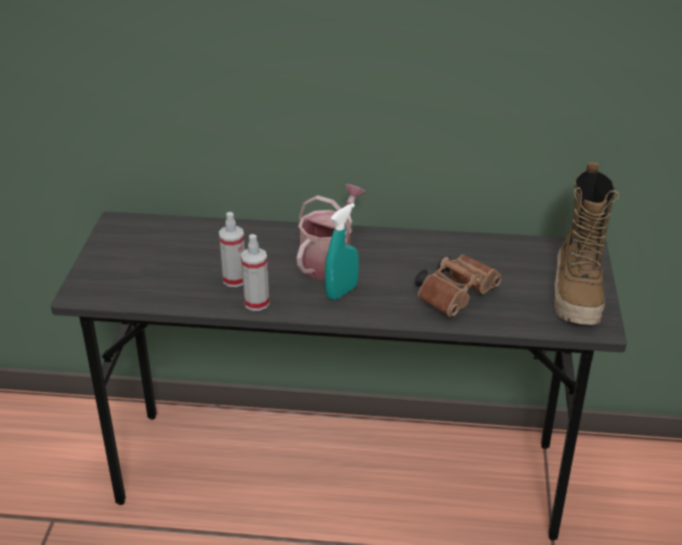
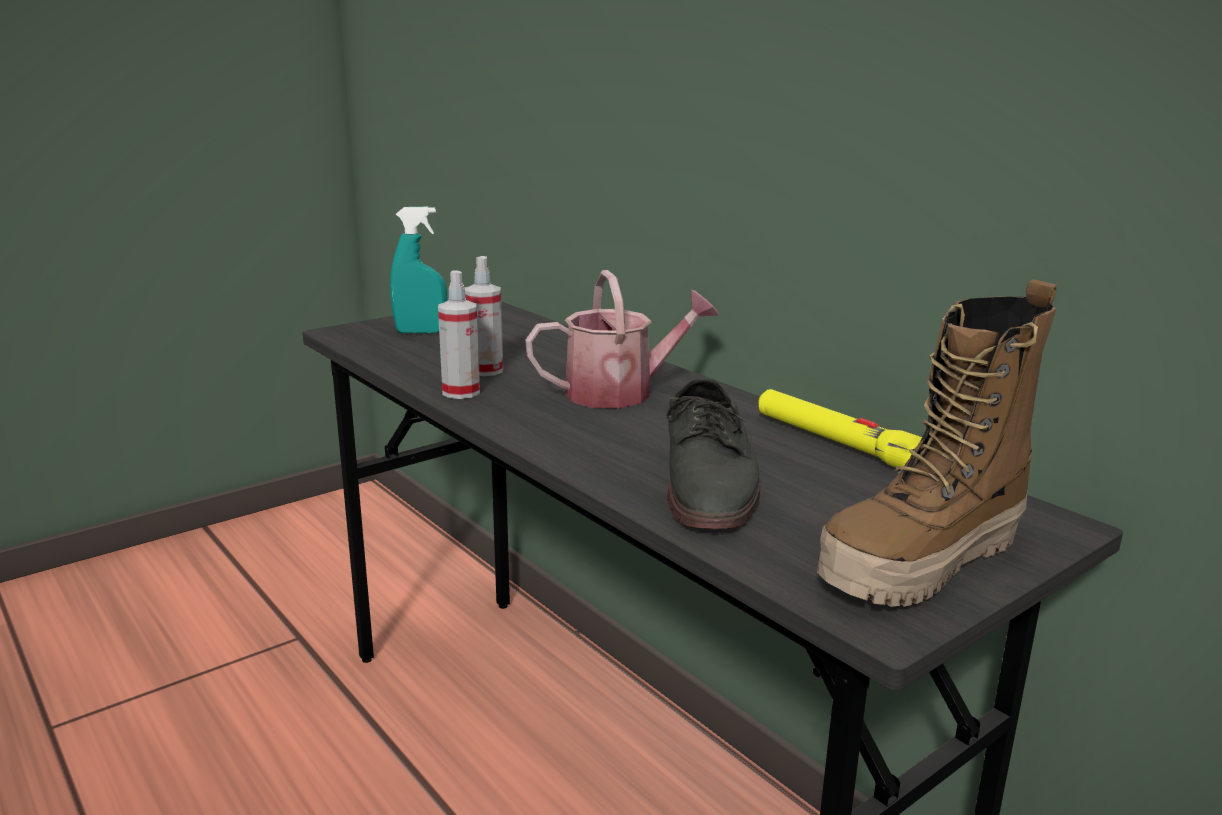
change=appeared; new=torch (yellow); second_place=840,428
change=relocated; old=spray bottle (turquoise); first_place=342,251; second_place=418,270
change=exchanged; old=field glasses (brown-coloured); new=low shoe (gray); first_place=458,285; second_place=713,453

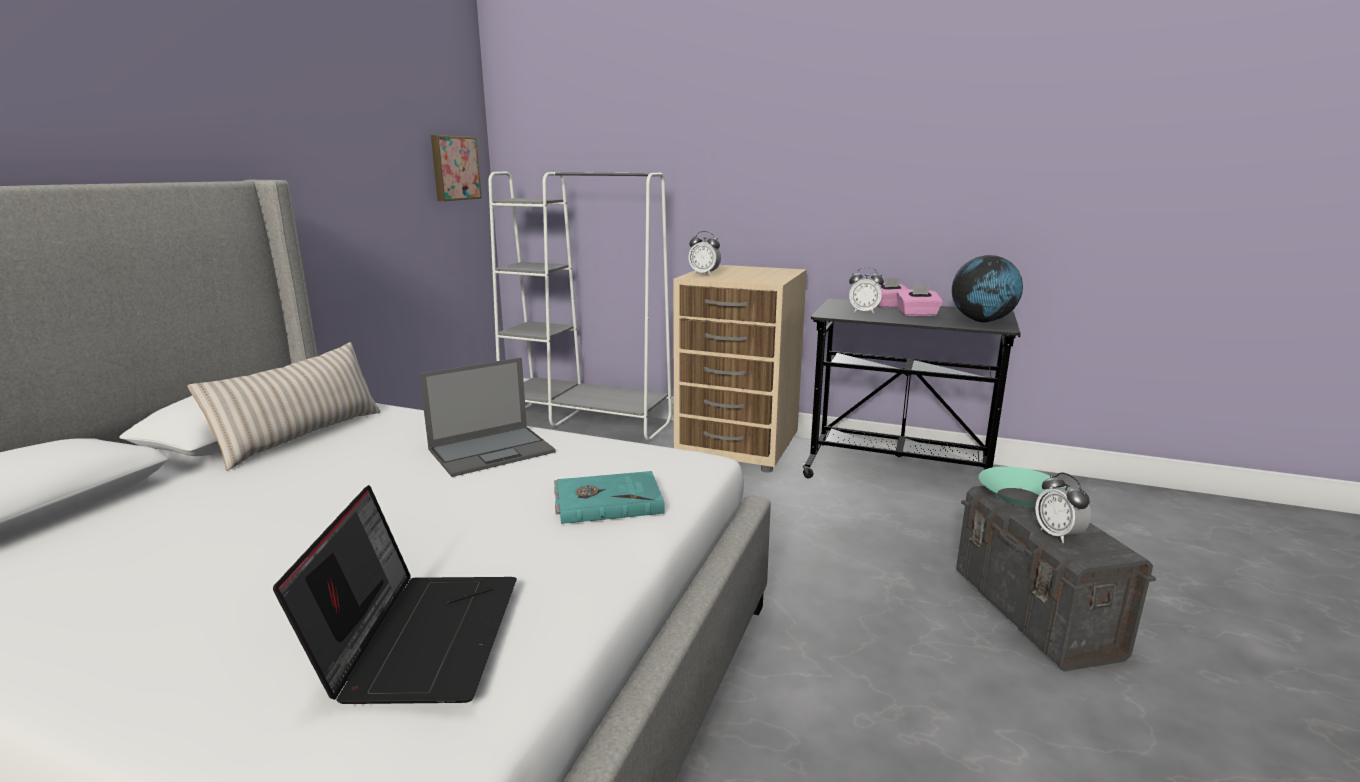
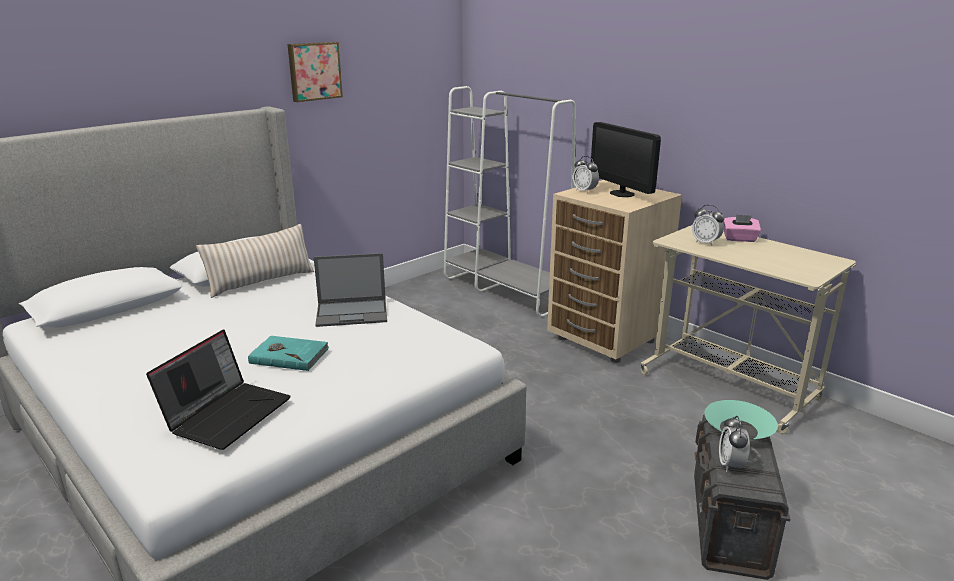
change=missing; old=tissue holder (pink); first_place=920,300
change=missing; old=desk globe; first_place=987,288
change=appeared; new=computer display; second_place=626,159
change=relocated; old=wall art; first_place=456,168; second_place=315,72
change=relocated; old=bound book (turquoise); first_place=609,497; second_place=288,353
change=colour; old=desk unit (blackish); new=desk unit (beige); first_place=912,388; second_place=748,329

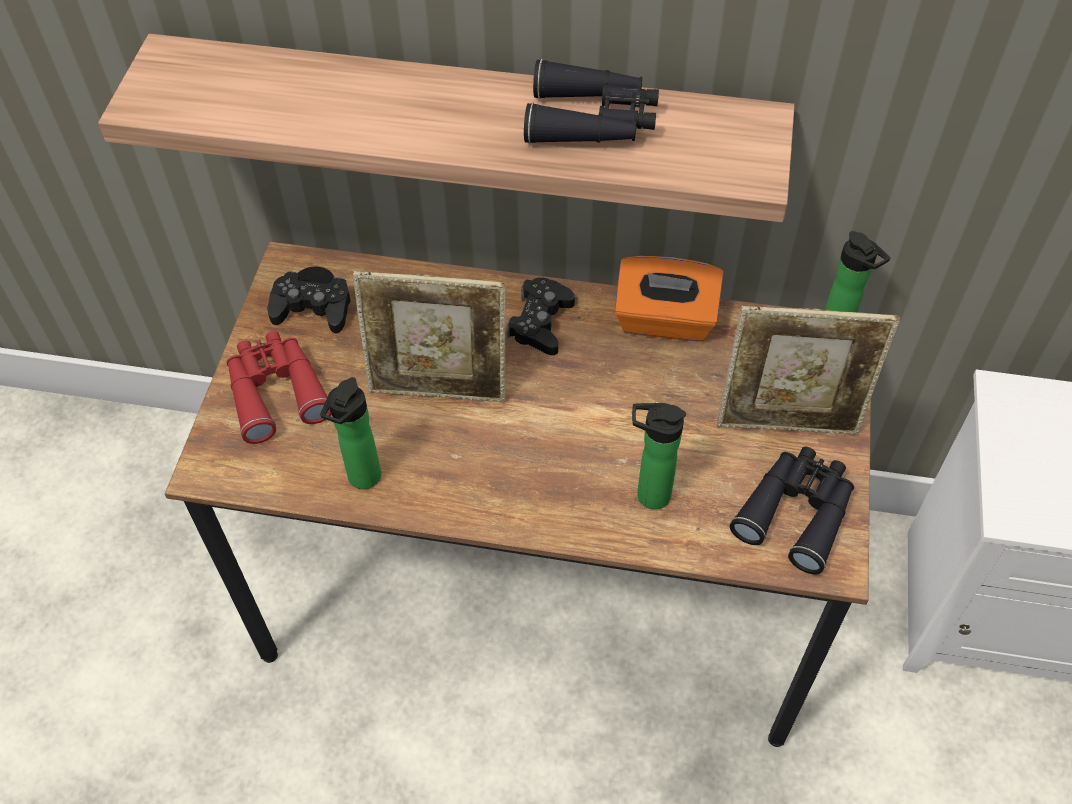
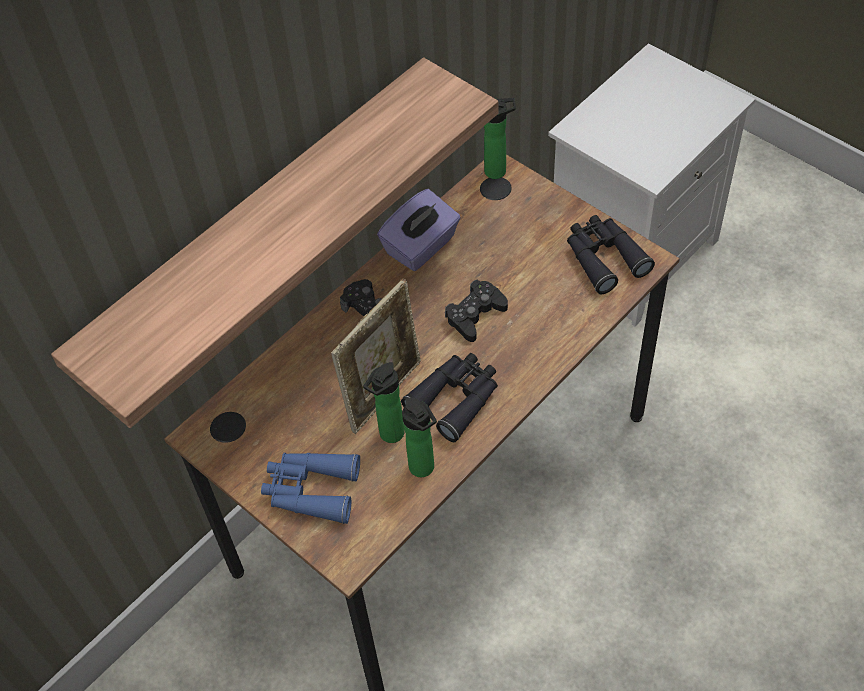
change=missing; old=standing frame; first_place=808,370
change=relocated; old=game controller (blackish); first_place=309,302; second_place=476,311
change=relocated; old=field glasses (blackish); first_place=591,101; second_place=449,397
change=relocated; old=beverage bottle; first_place=659,456; second_place=384,402
change=colour; old=field glasses (red); new=field glasses (blue); first_place=279,387; second_place=310,488
change=colour; old=tissue holder (orangey); new=tissue holder (purple-coloured); first_place=668,298; second_place=419,230

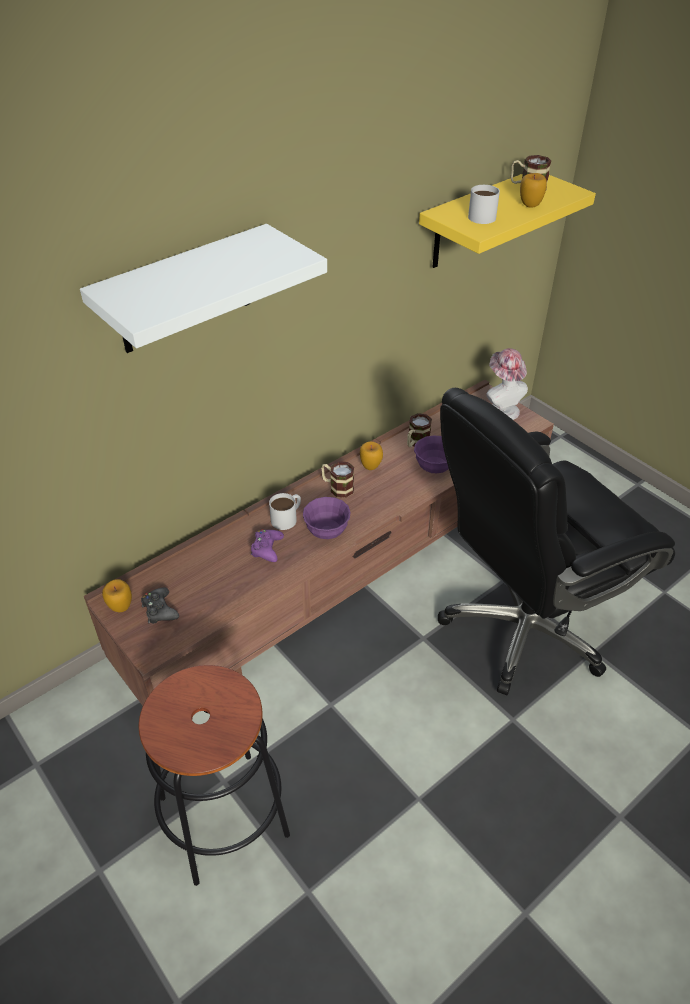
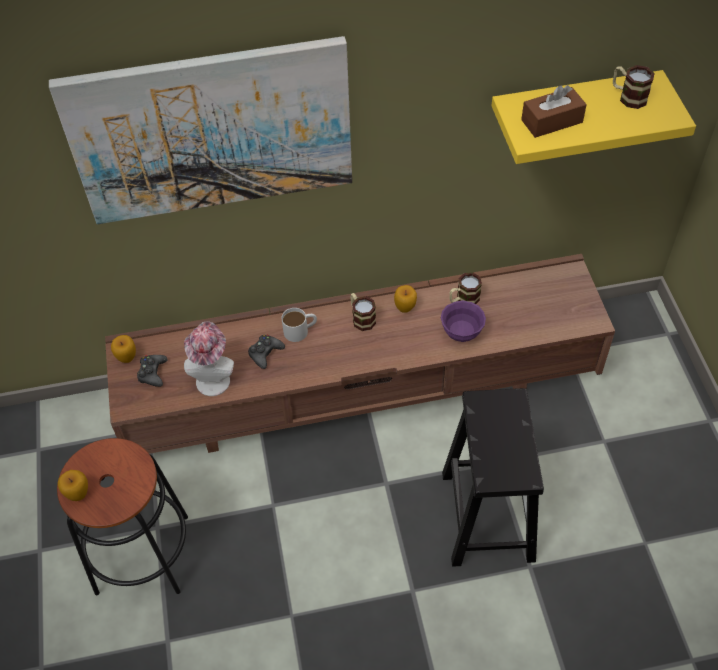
change=missing; old=serving bowl (purple-coloured); first_place=326,518
change=relocated; old=hat; first_place=507,384; second_place=209,358
change=relocated; old=apple; first_place=533,190; second_place=73,485
change=exchanged; old=shelf (white-coloured); new=wall art; first_place=203,288; second_place=200,130
change=exchanged; old=desk chair (blackish); new=stool seat (blackish); first_place=556,541; second_place=493,477
change=exchanged; old=mug (white-coloured); new=tissue holder (brown-coloured); first_place=484,204; second_place=554,111
change=colour; old=game controller (purple-coloured); new=game controller (blackish); first_place=267,545; second_place=266,352

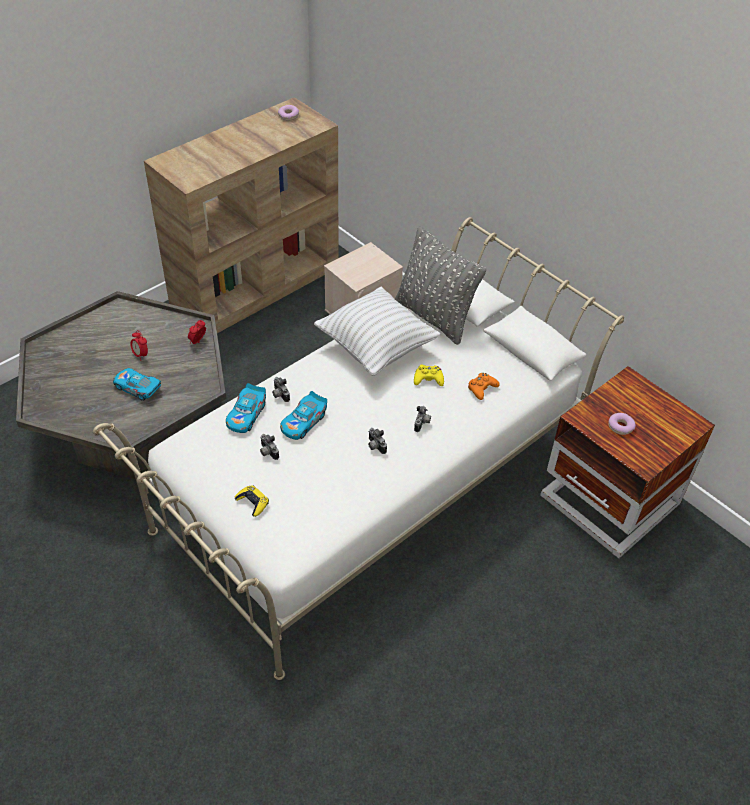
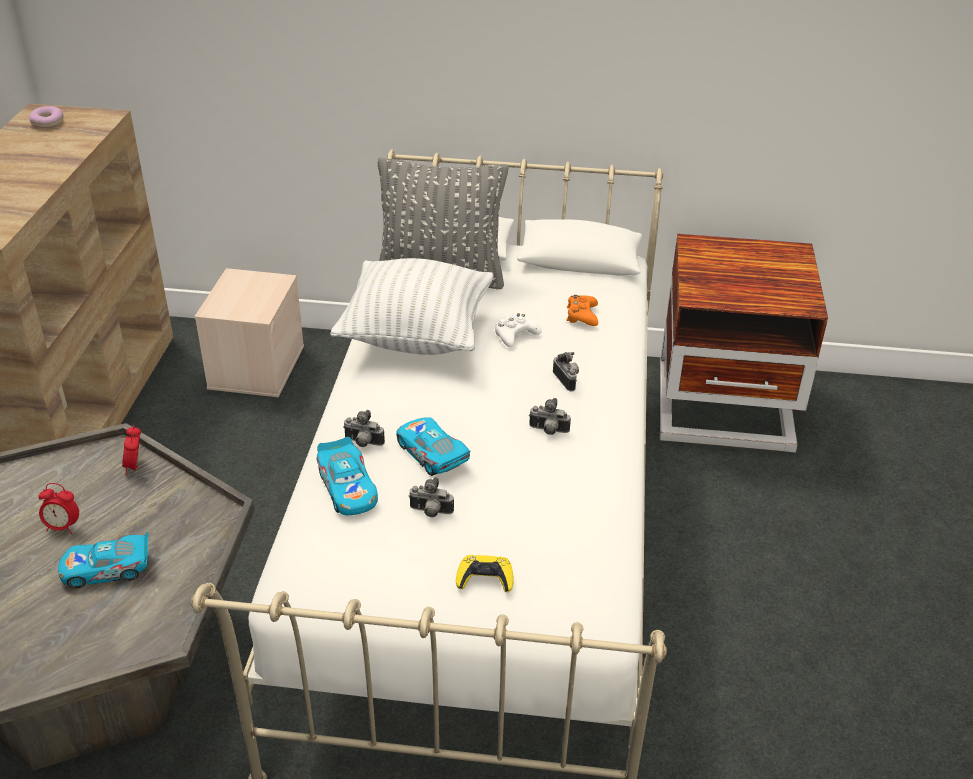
change=missing; old=doughnut; first_place=622,424
change=colour; old=game controller (yellow); new=game controller (white-coloured); first_place=429,375; second_place=518,330
change=spun; old=miniature car; first_place=303,415; second_place=433,446; degrees=150

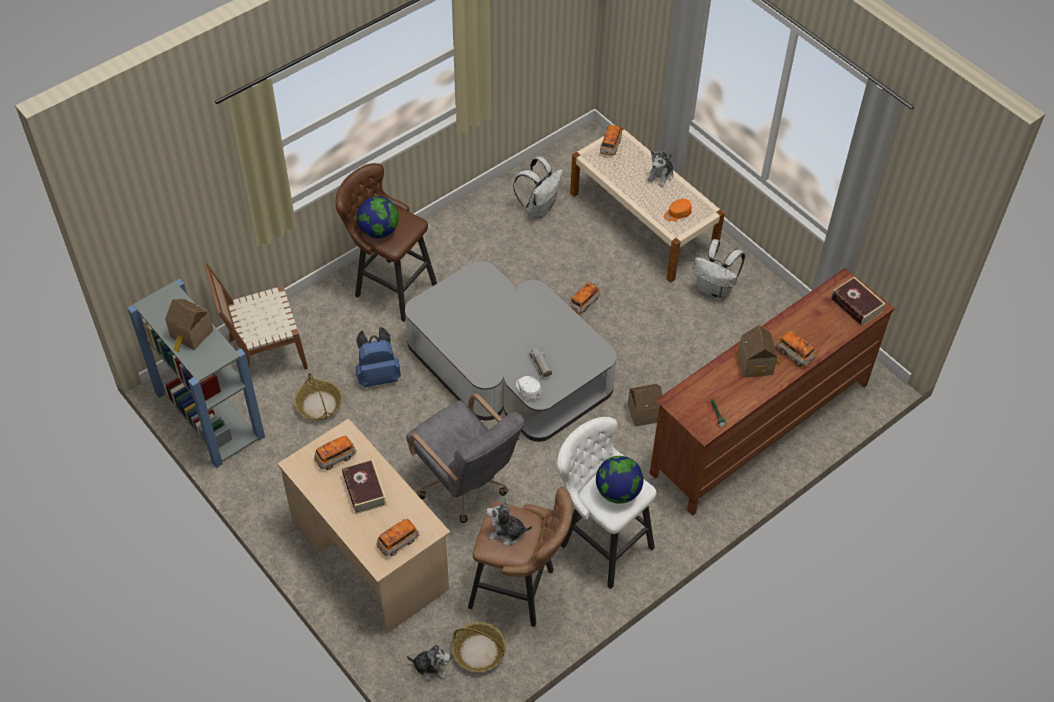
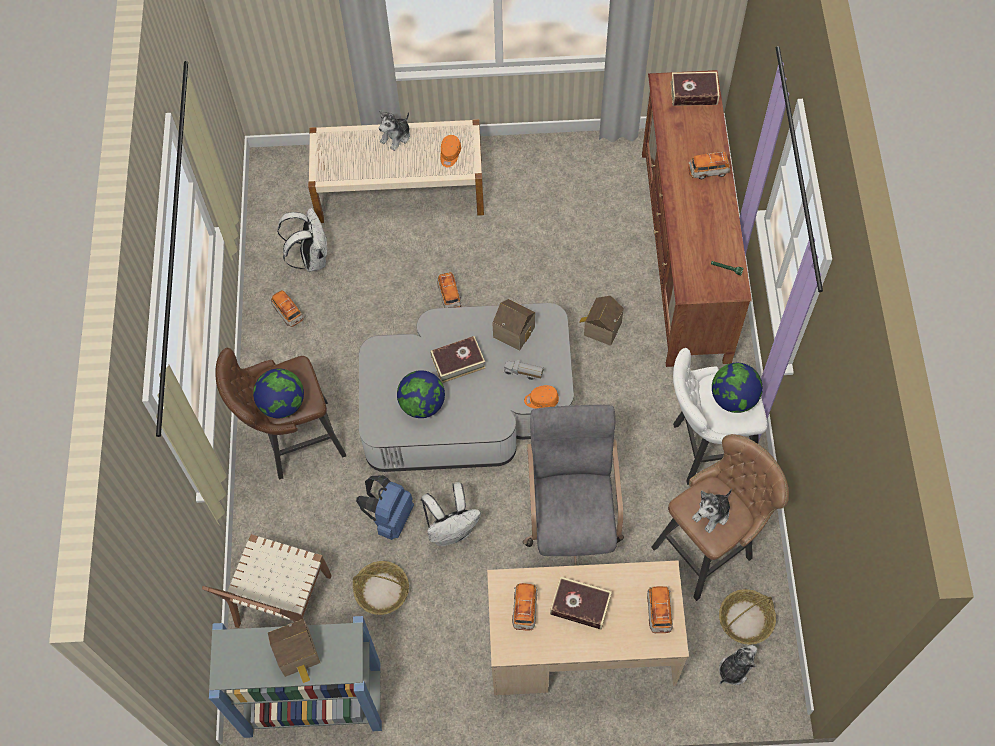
change=appeared; new=desk globe; second_place=421,394
change=appeared; new=bound book; second_place=457,359
change=relocated; old=miniature car; first_place=611,140; second_place=287,308
change=relocated; old=rucksack (white-coloured); first_place=719,269; second_place=451,514
change=relocated; old=model house; first_place=759,351; second_place=513,325
change=colour; old=baseball cap (white-coloured); new=baseball cap (orangey); first_place=529,388; second_place=541,396
change=spun; old=desk chair (gray); first_place=465,458; second_place=573,485; degrees=-90
change=spun; old=cuddly toy; first_place=661,168; second_place=394,130; degrees=60

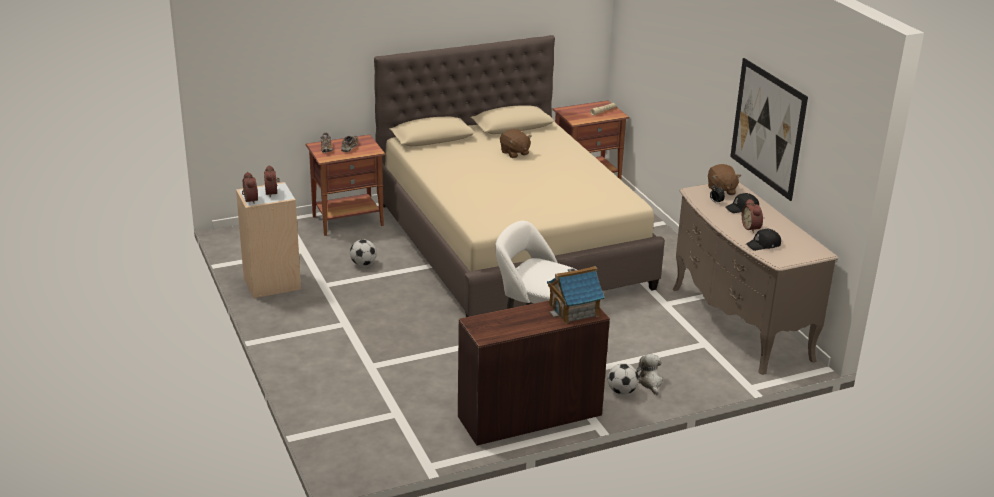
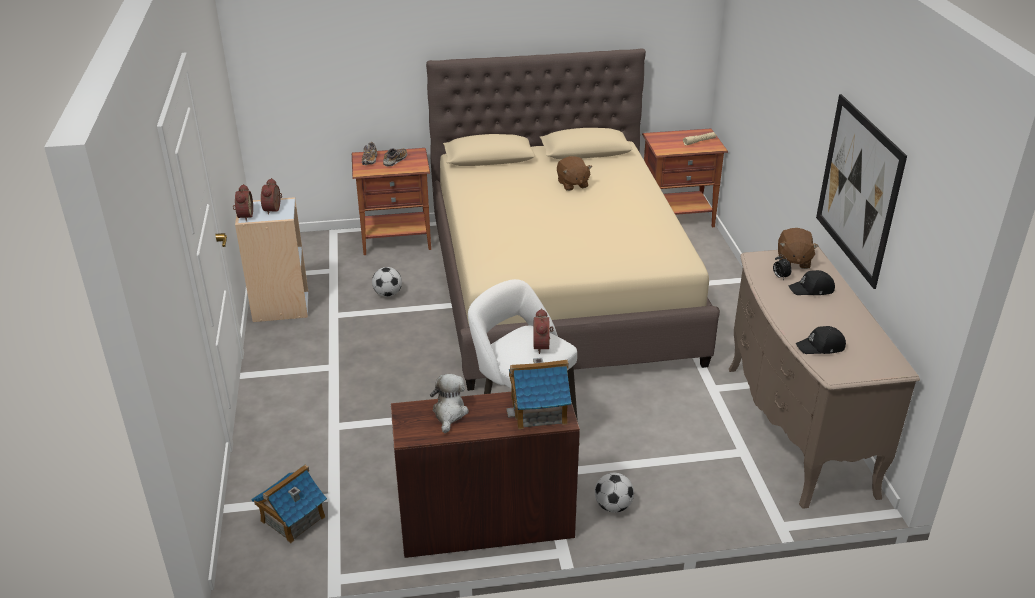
change=appeared; new=model house; second_place=289,504
change=relocated; old=cuddly toy; first_place=649,374; second_place=449,403
change=relocated; old=table clock; first_place=752,216; second_place=543,331

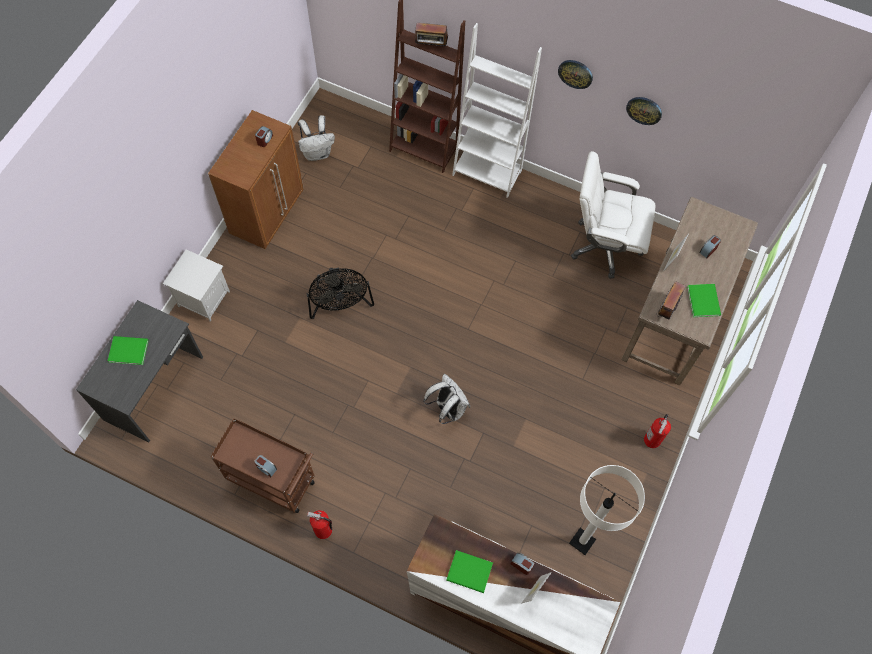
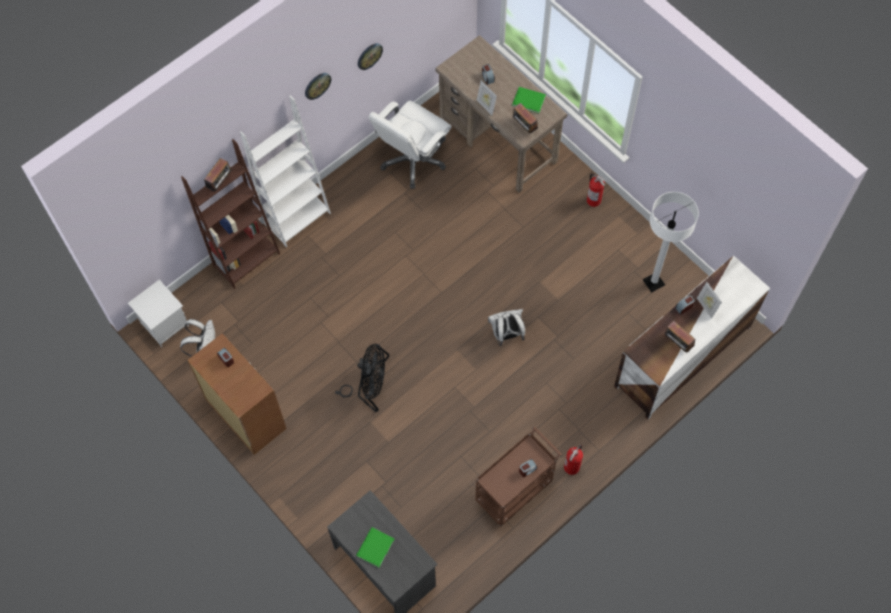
change=relocated; old=night table (gray); first_place=196,286; second_place=158,313
change=exchanged; old=bound book (green-coloured); new=radio; first_place=469,571; second_place=680,337

